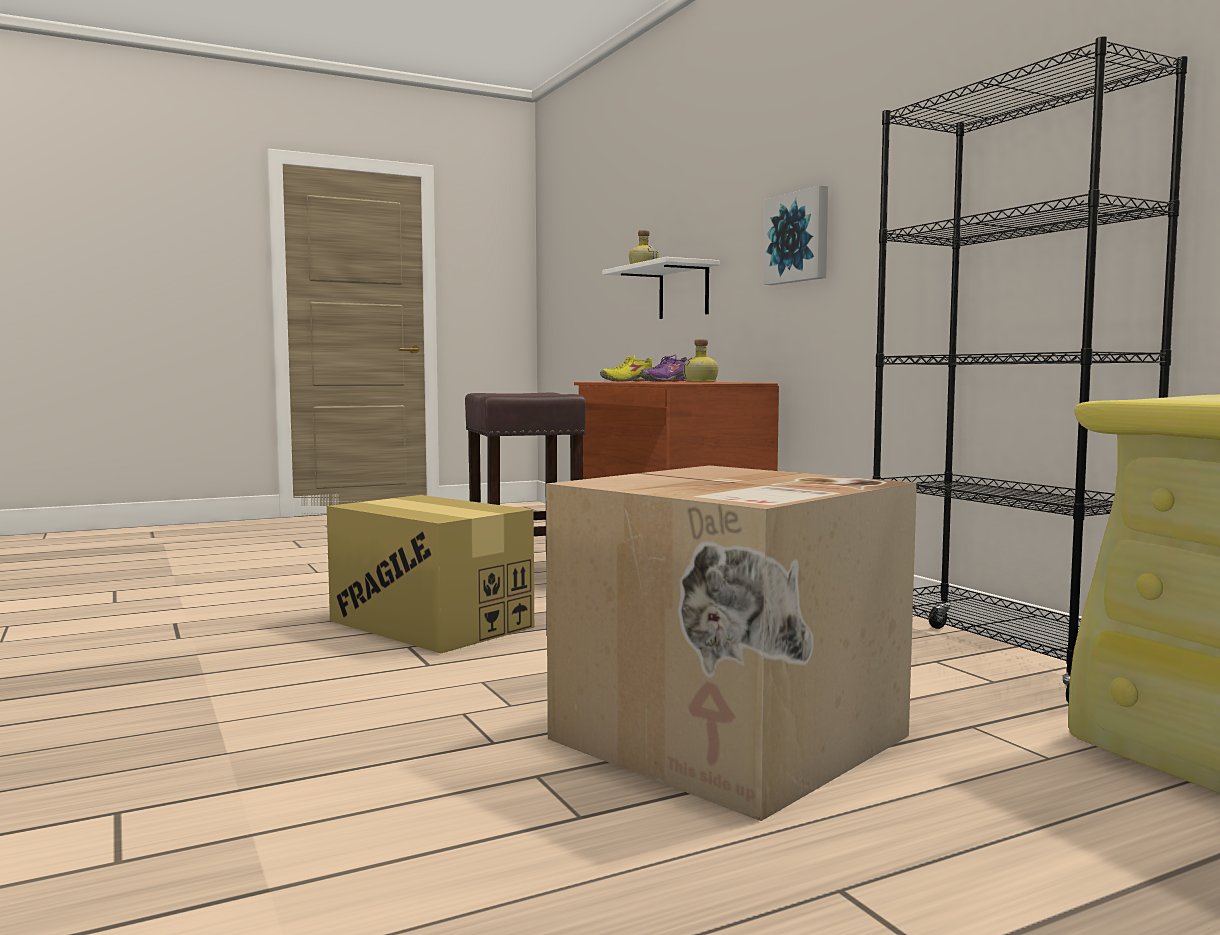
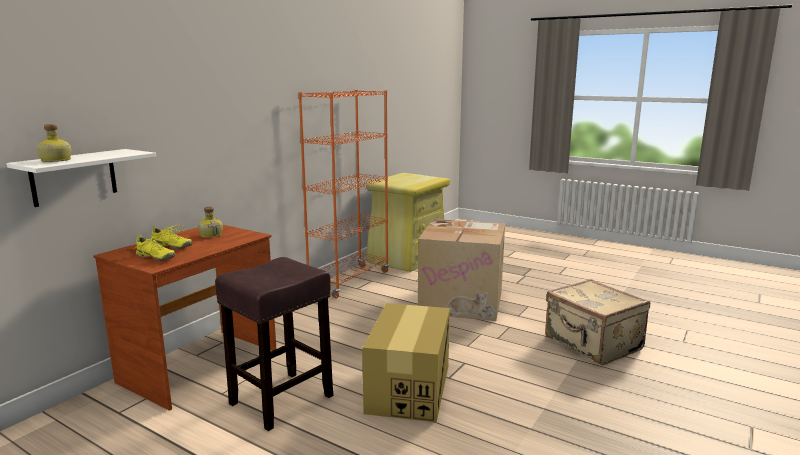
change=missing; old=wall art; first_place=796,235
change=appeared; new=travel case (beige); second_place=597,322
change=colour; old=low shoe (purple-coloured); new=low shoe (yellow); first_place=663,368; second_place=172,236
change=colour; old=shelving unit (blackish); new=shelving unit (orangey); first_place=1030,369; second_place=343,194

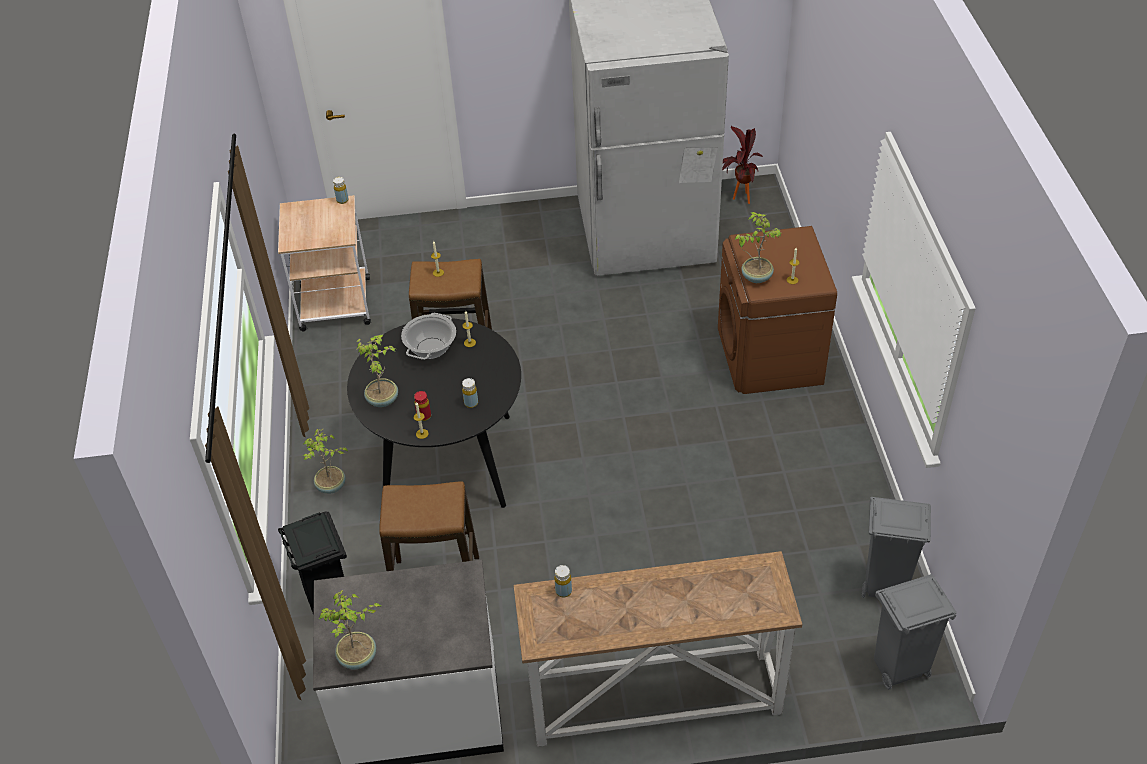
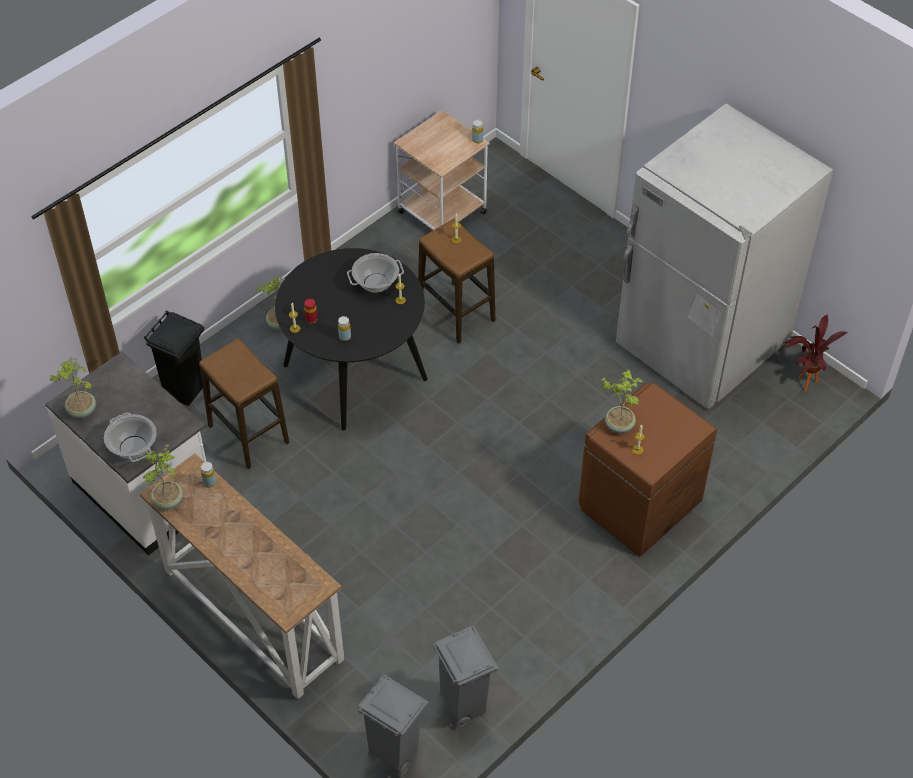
change=appeared; new=cooking pot; second_place=130,437
change=relocated; old=plant in a pot; first_place=377,371; second_place=162,477

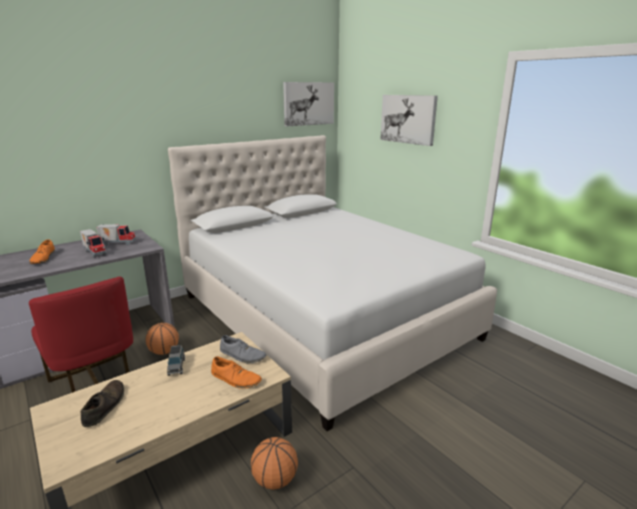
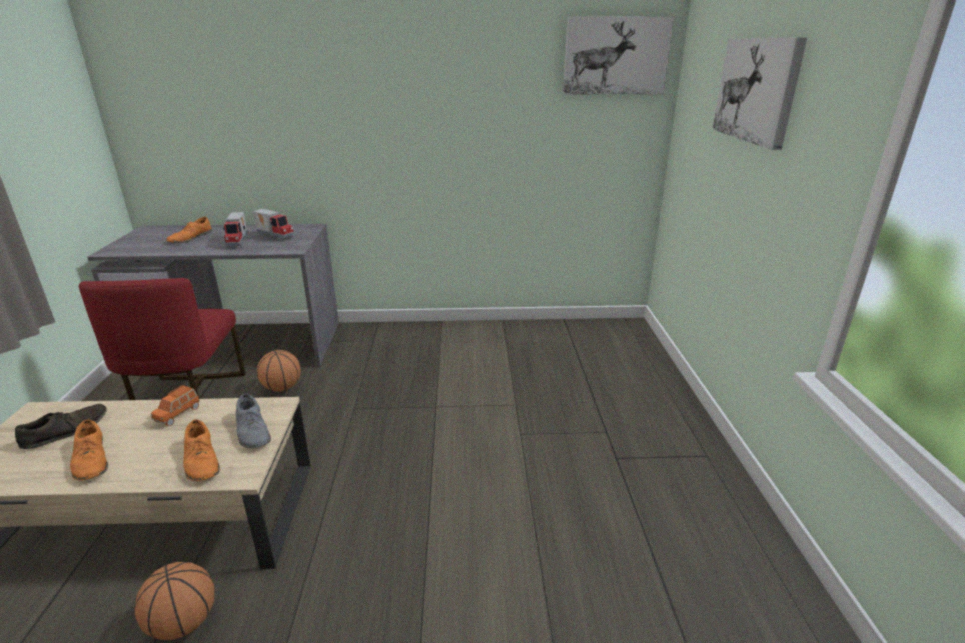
change=missing; old=bed (white-coloured); first_place=332,283
change=appeared; new=low shoe (orangey); second_place=89,450
change=colour; old=miniature car (gray); new=miniature car (orangey); first_place=176,360; second_place=175,405

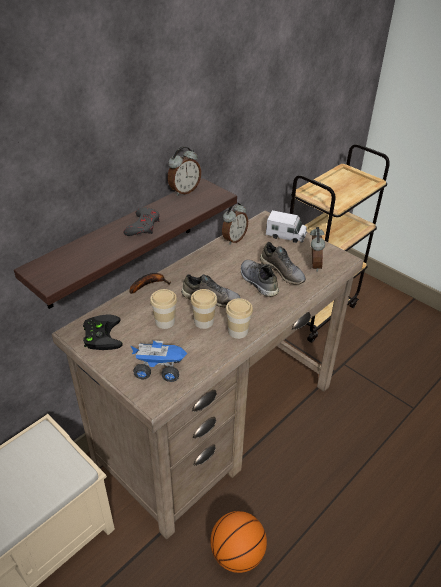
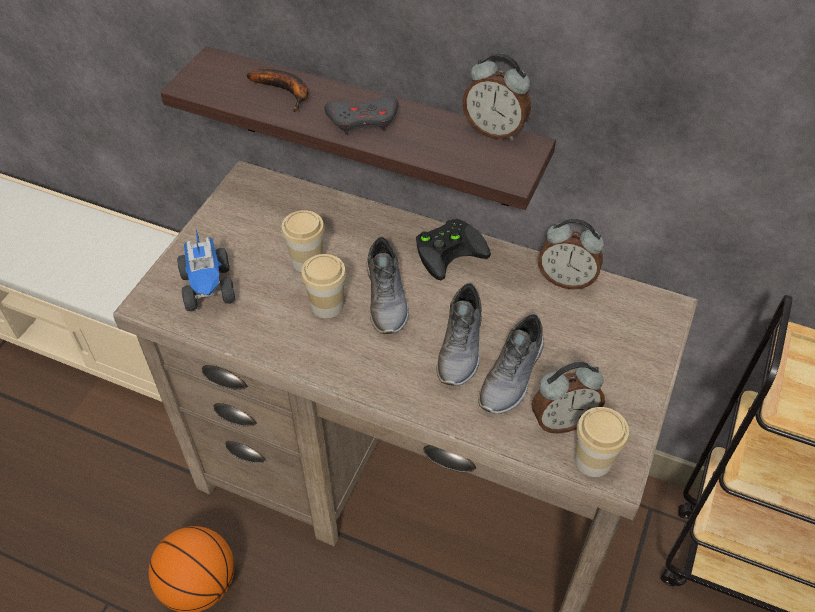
change=missing; old=toy lorry; first_place=286,226
change=relocated; old=game controller (blackish); first_place=103,332; second_place=453,249
change=relocated; old=whole banana; first_place=150,283; second_place=277,90
change=relocated; old=small cup; first_place=239,318; second_place=602,442
change=spun; old=low shoe (gray); first_place=260,278; second_place=459,334; degrees=150

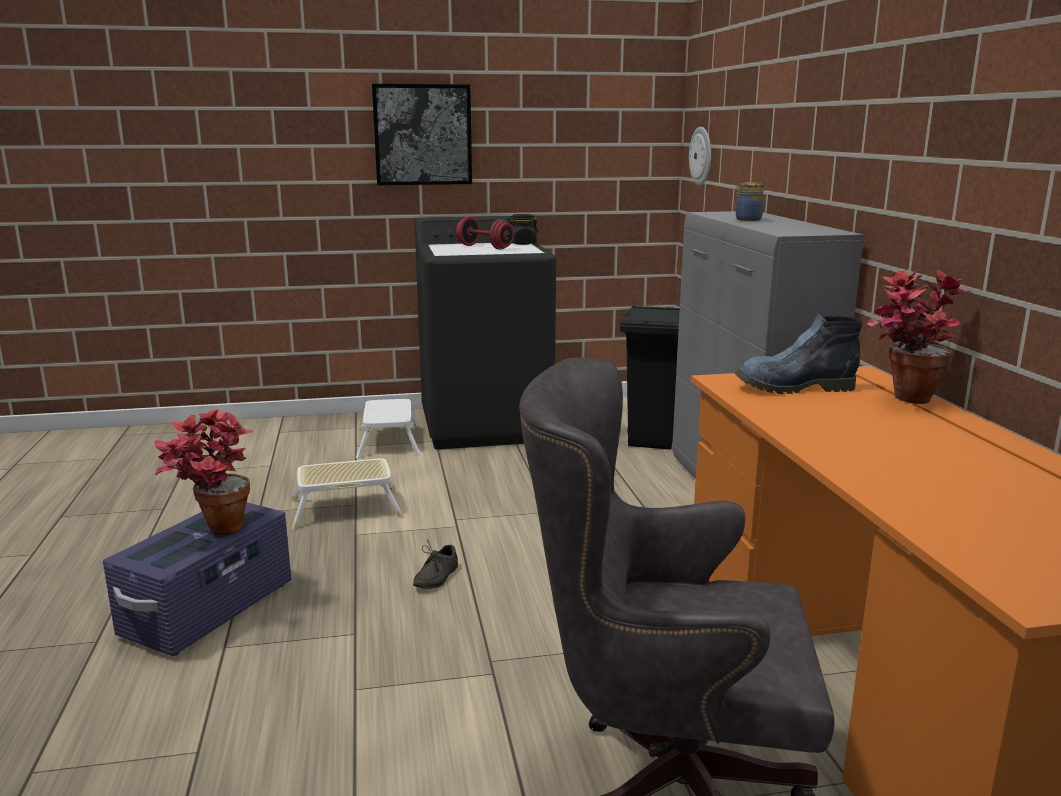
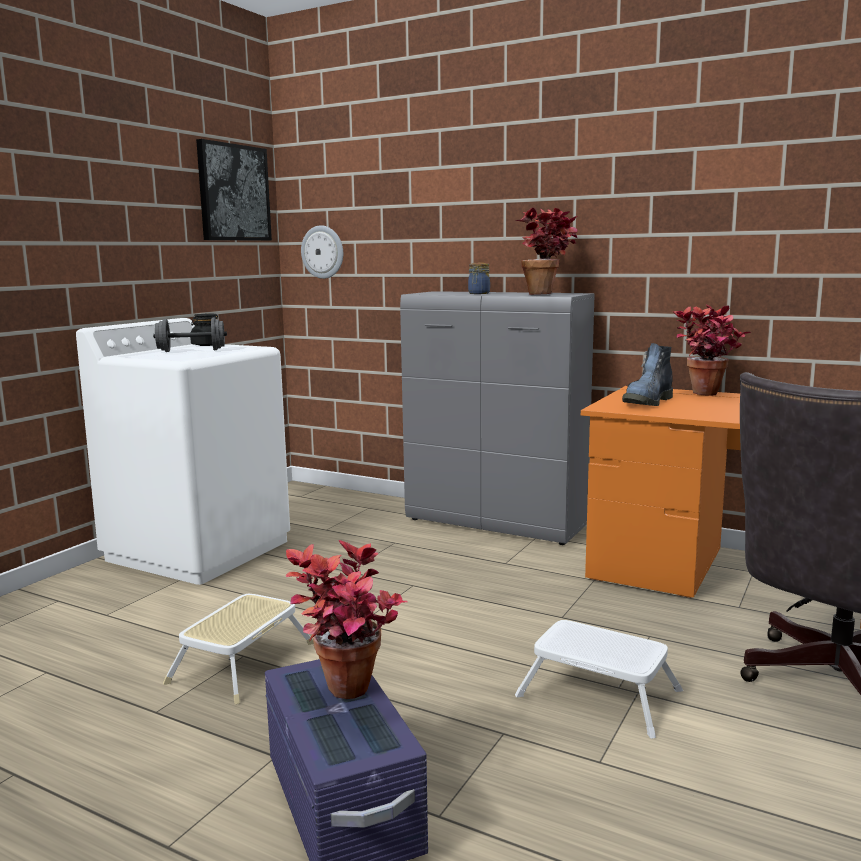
change=missing; old=low shoe (gray); first_place=435,564
change=missing; old=rubbish bin (blackish); first_place=650,377
change=appeared; new=plant in a pot; second_place=546,251
change=relocated; old=step ladder (white-coloured); first_place=388,428; second_place=599,679
change=relocated; old=wall art; first_place=422,134; second_place=234,190
change=colour; old=washing machine (blackish); new=washing machine (white-coloured); first_place=485,332; second_place=183,451
change=colour; old=dumbbell (red); new=dumbbell (gray); first_place=485,233; second_place=190,335

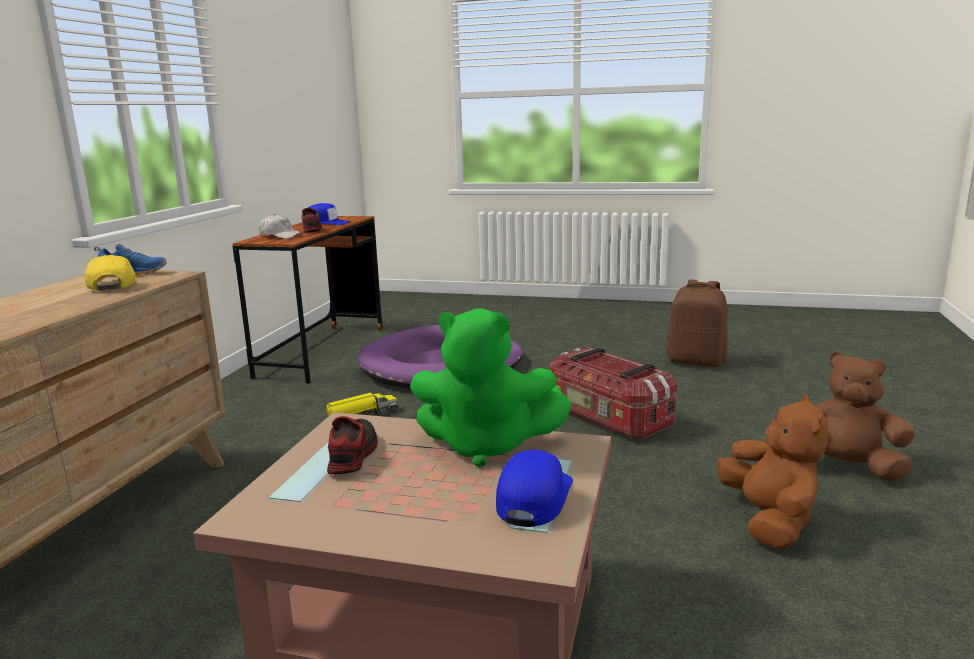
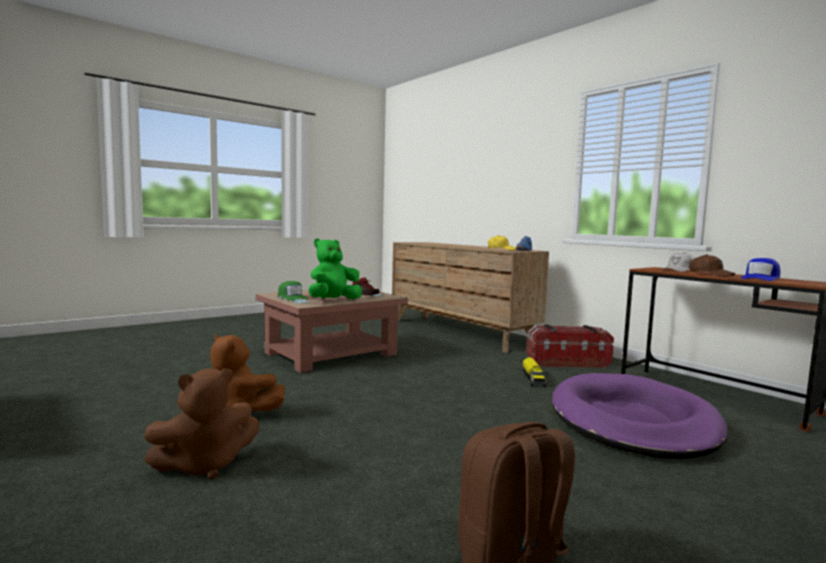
change=relocated; old=storage container; first_place=613,393; second_place=570,346
change=exchanged; old=low shoe; new=baseball cap (brown-coloured); first_place=312,220; second_place=712,265
change=colour; old=baseball cap (blue); new=baseball cap (green-coloured); first_place=534,488; second_place=293,291

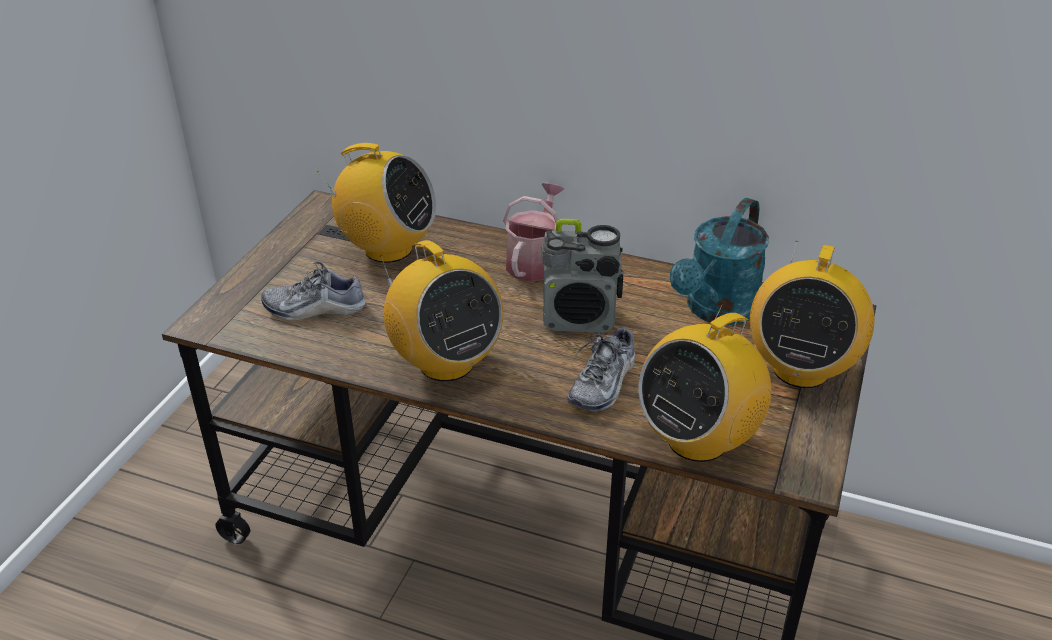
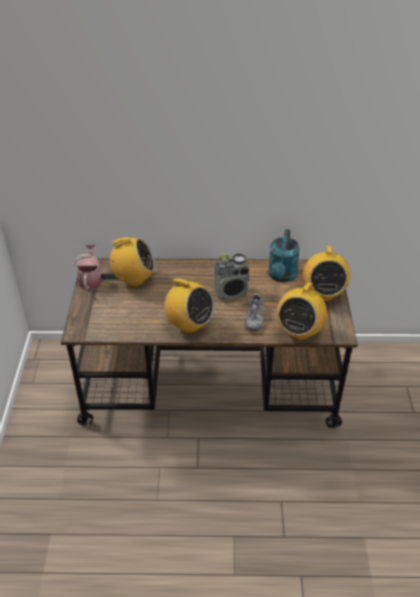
change=missing; old=low shoe; first_place=313,291
change=relocated; old=sprinkling can; first_place=534,232; second_place=88,267

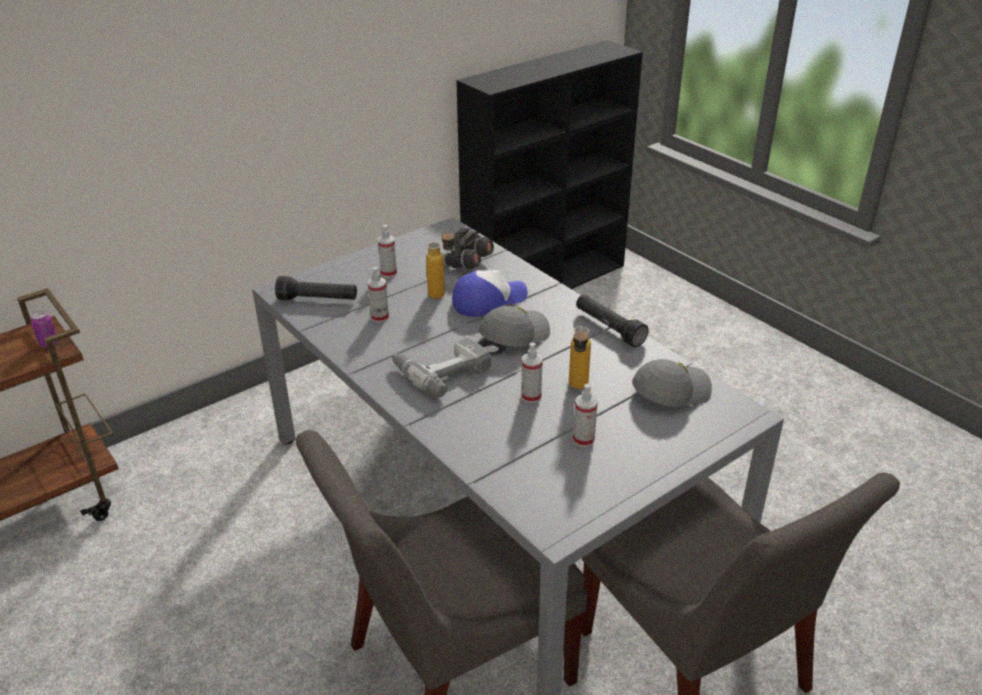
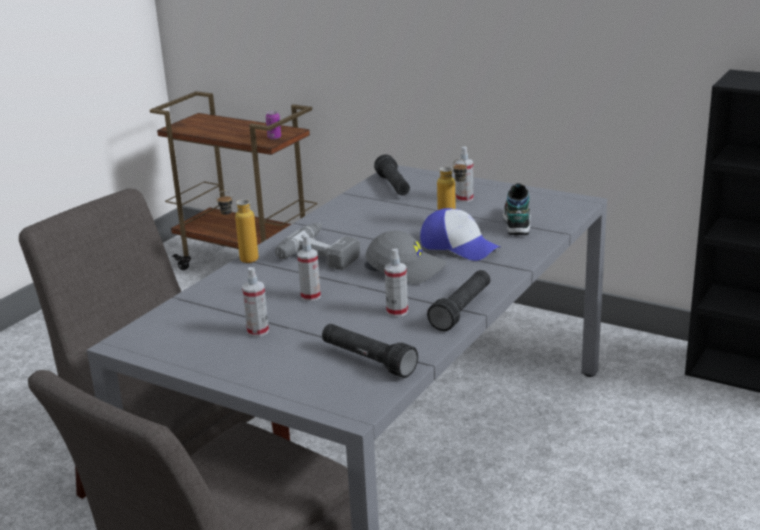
change=relocated; old=spray bottle; first_place=378,294; second_place=396,283
change=relocated; old=beverage bottle; first_place=580,357; second_place=237,227
change=exchanged; old=field glasses (gray); new=low shoe; first_place=468,248; second_place=517,209
change=exchanged; old=baseball cap (gray); new=torch (blackish); first_place=672,383; second_place=370,351

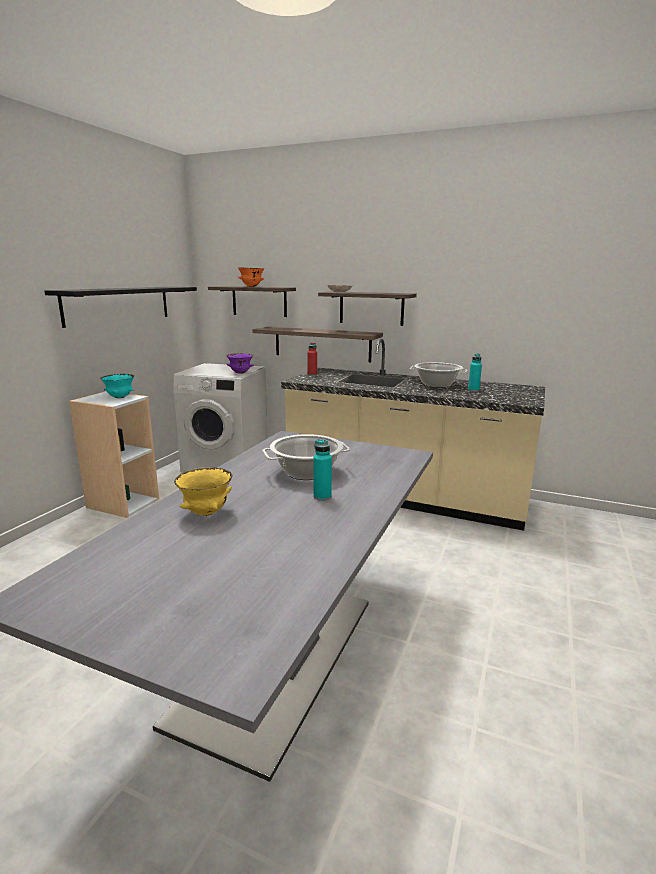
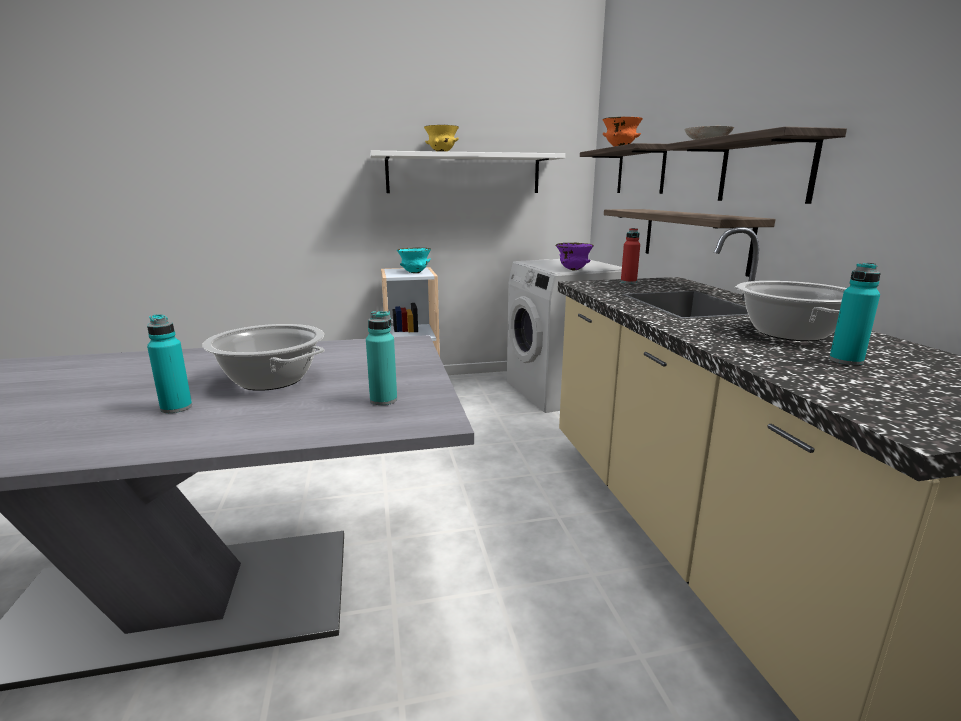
change=appeared; new=beverage bottle (turquoise); second_place=381,358
change=relocated; old=serving bowl (yellow); first_place=203,491; second_place=441,138
change=colour; old=shelf (blackish); new=shelf (white-coloured); first_place=120,307; second_place=467,172

